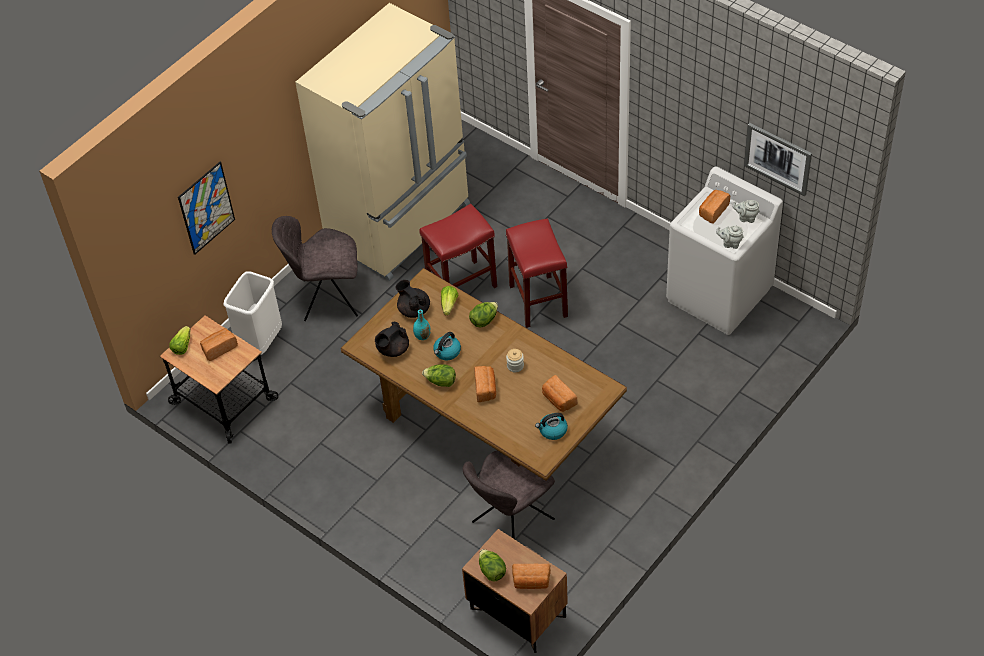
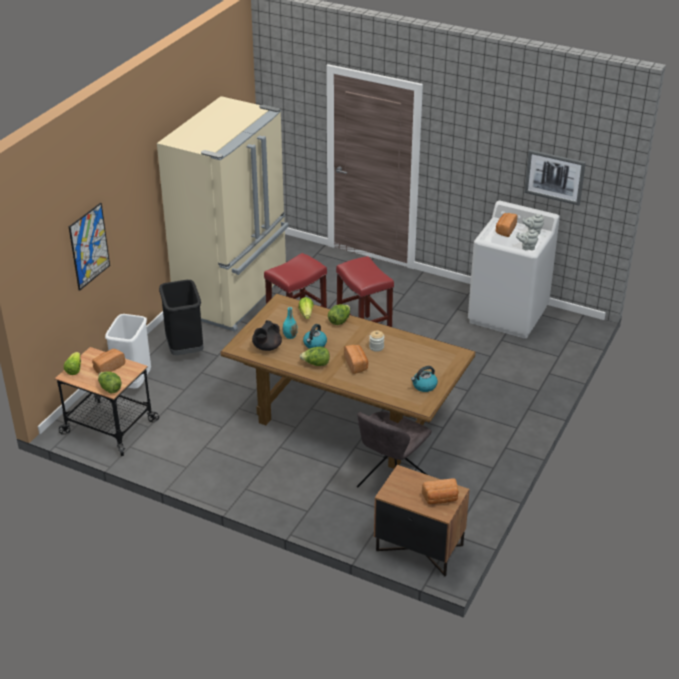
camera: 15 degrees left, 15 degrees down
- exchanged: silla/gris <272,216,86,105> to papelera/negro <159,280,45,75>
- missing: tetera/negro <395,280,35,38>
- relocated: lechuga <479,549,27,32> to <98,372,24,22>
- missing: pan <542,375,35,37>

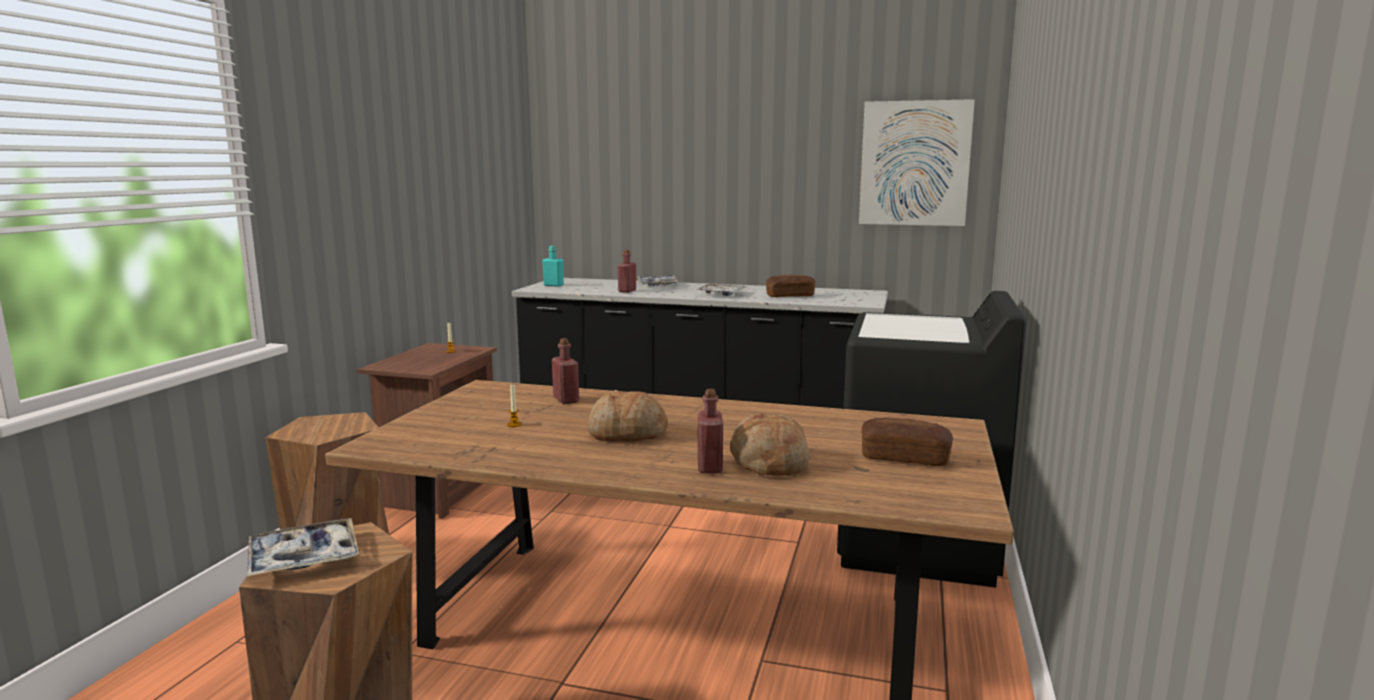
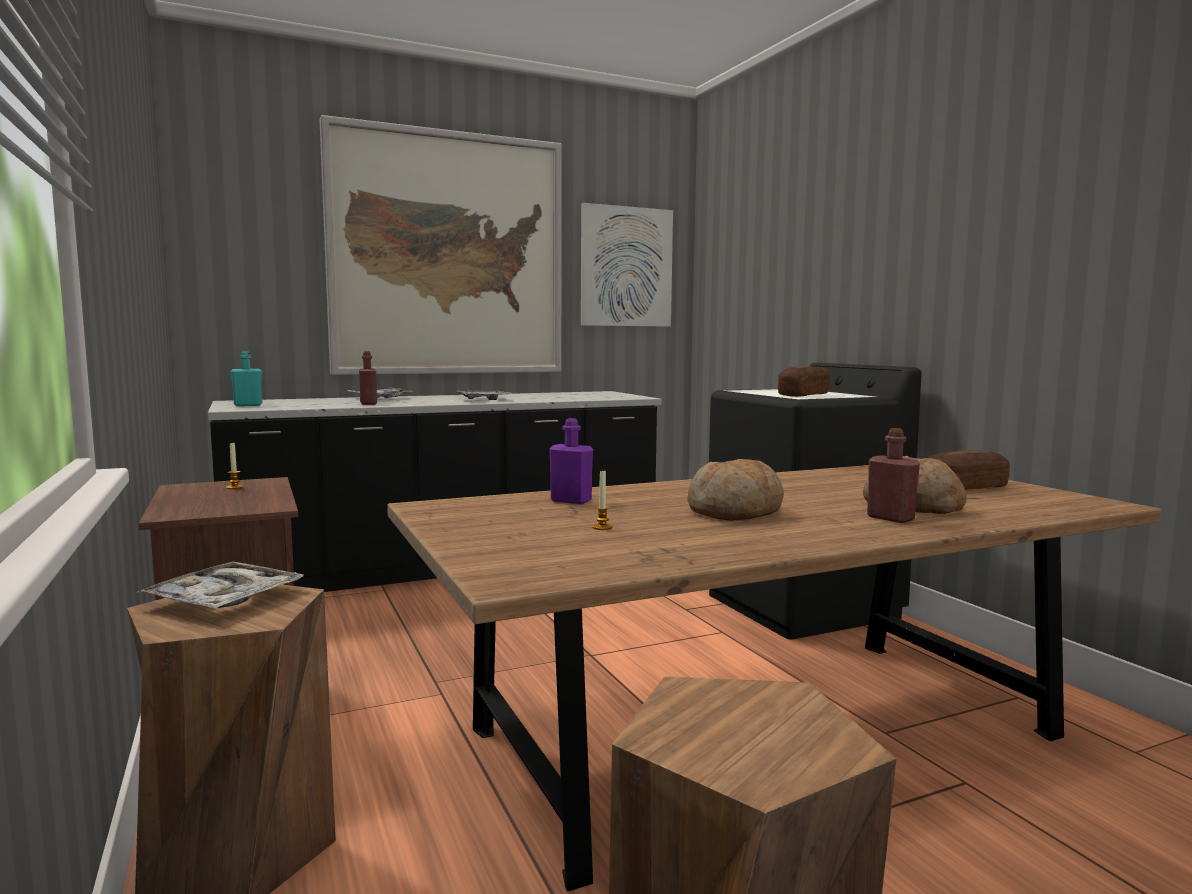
camera: 40 degrees left, 5 degrees down
- relocated: bandeja <247,518,112,59> to <136,561,168,48>
- colour: botella/rojo <552,338,27,66> to botella/morado <549,418,44,86>
- relocated: pan <766,275,49,22> to <778,366,53,31>
- appeared: cuadro <319,115,242,260>

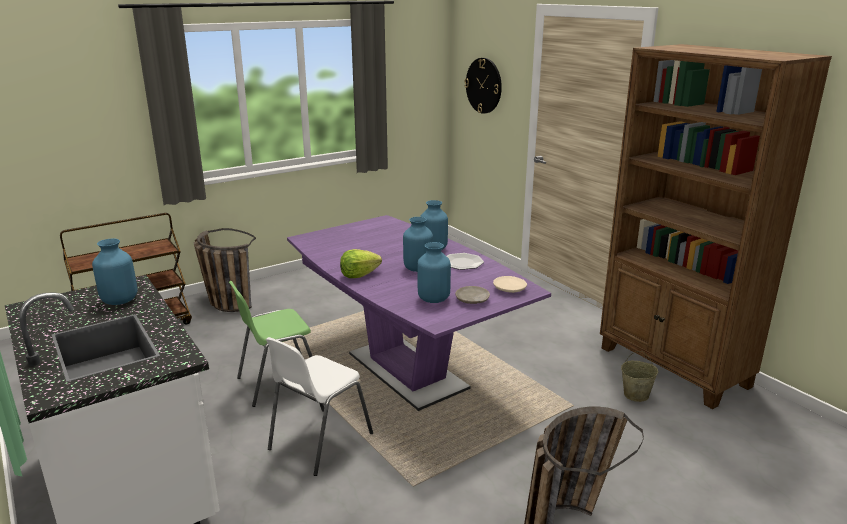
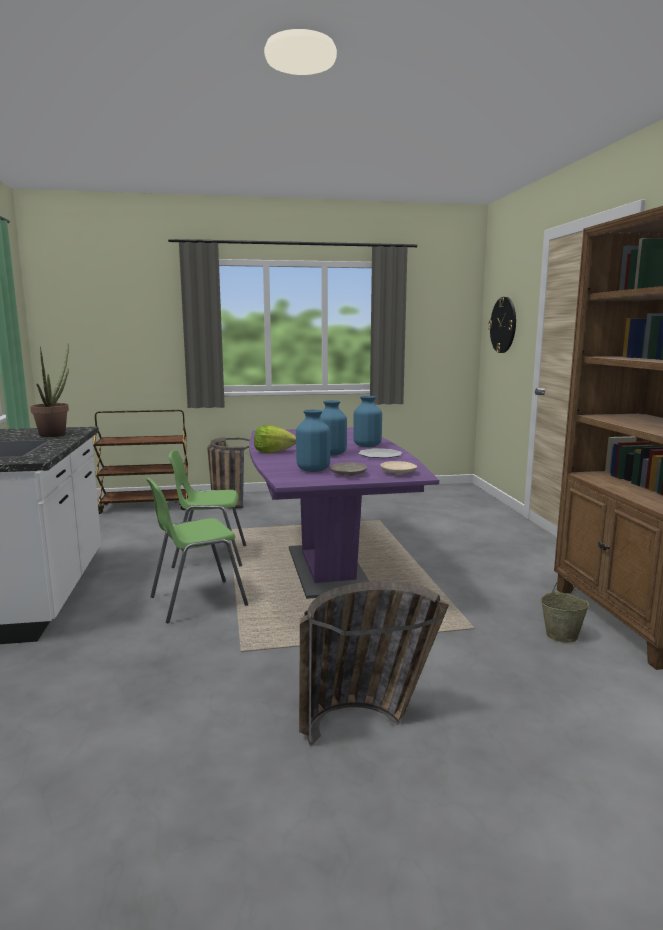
camera: 25 degrees right, 10 degrees down
- exchanged: florero/azul <92,238,46,67> to planta en maceta <30,343,39,94>
- colour: silla/blanco <266,337,107,139> to silla/verde <146,478,102,145>

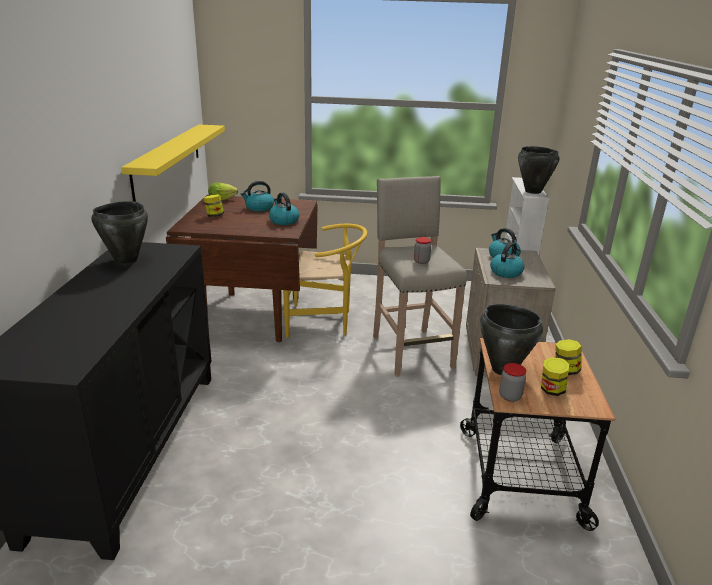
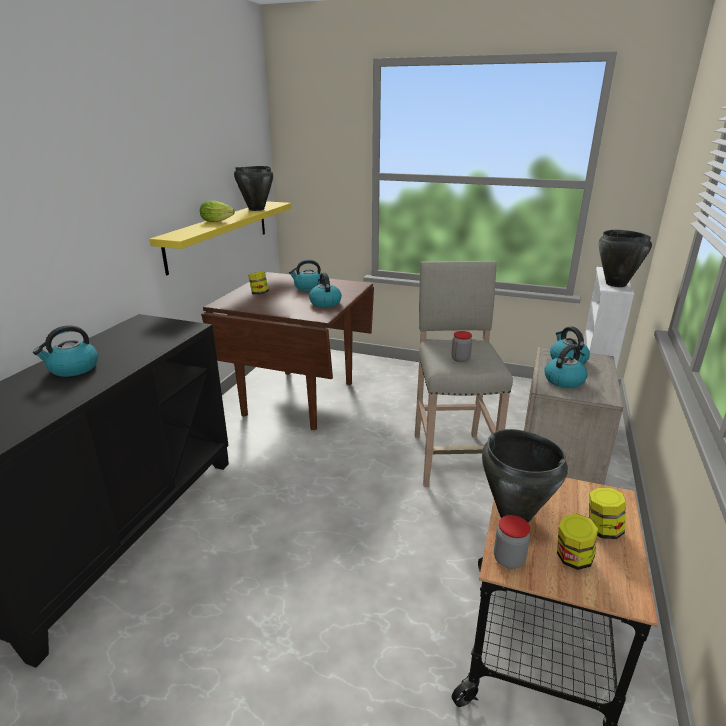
camera: 15 degrees right, 0 degrees up
- relocated: olla/negro <91,201,57,63> to <234,166,39,45>
- relocated: lechuga <208,183,30,18> to <200,200,35,22>
- missing: silla/amarillo <283,224,84,114>
- appeared: hervidor <33,325,65,52>

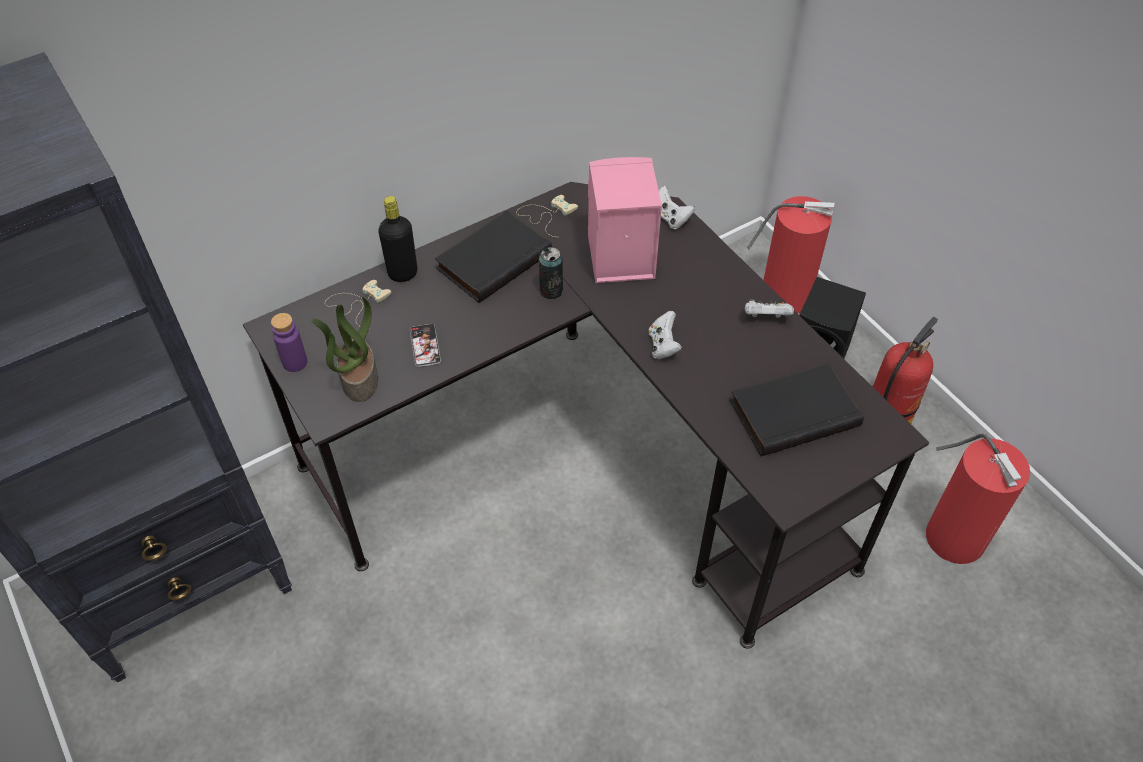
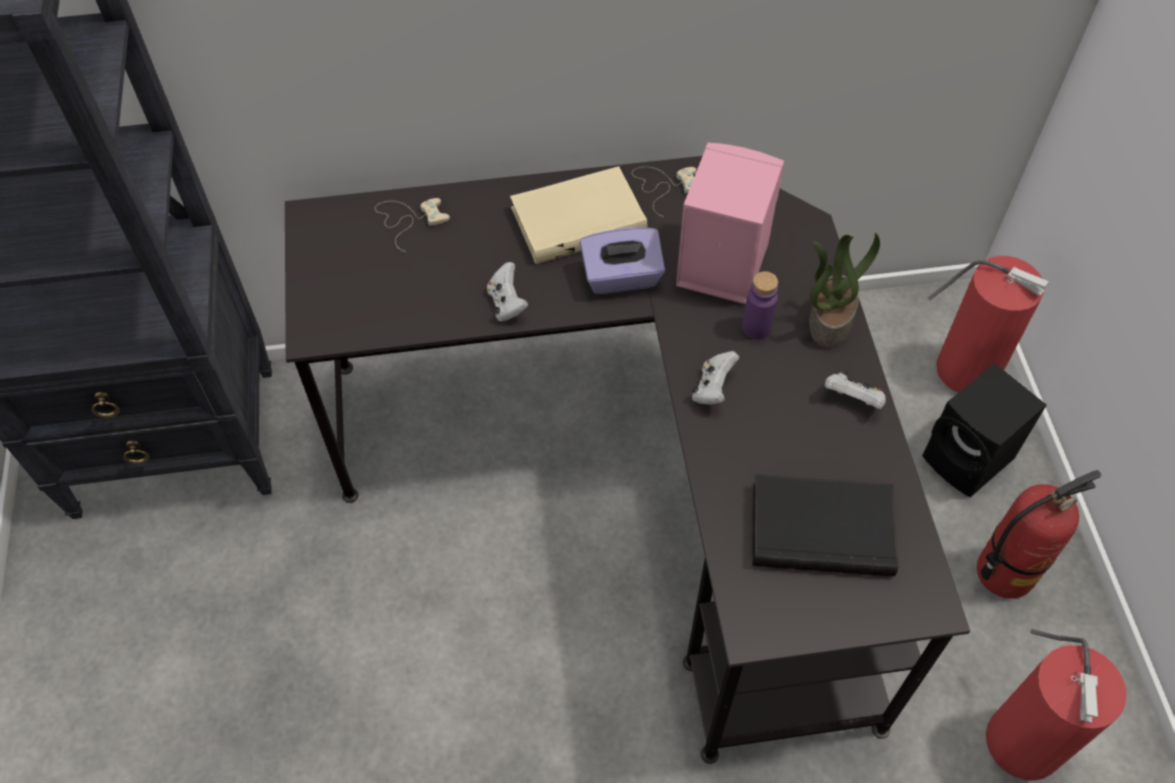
camera: 25 degrees right, 5 degrees up
- relocated: botella/morado <271,313,36,59> to <742,271,36,68>
- relocated: planta en maceta <311,296,67,106> to <809,233,71,115>
- missing: botella/negro <378,196,39,86>
- missing: móvil <410,324,31,43>
- colour: libro/negro <435,210,117,93> to libro/beis <510,166,137,98>
- exchanged: lata <539,247,24,52> to caja de pañuelos/morado <580,227,85,67>
- relocated: mando de consola/blanco <659,186,36,43> to <487,262,41,59>

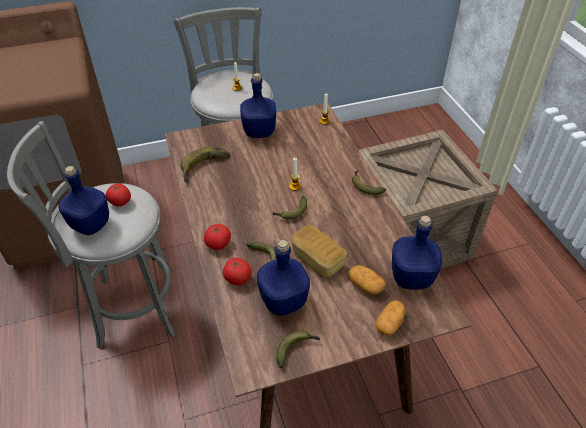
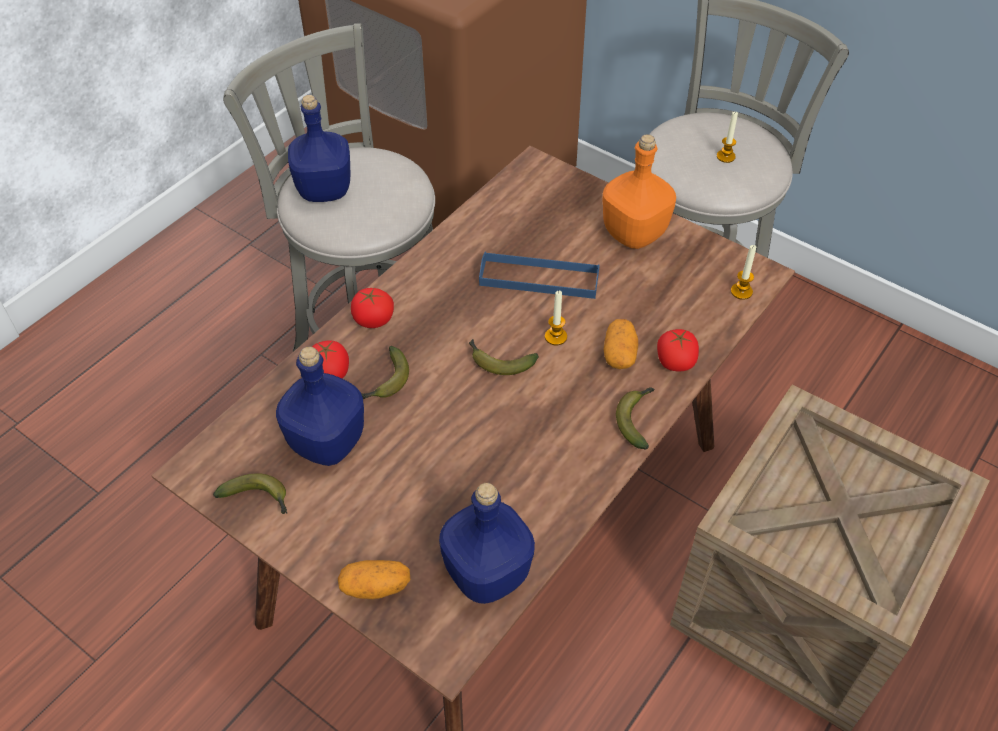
camera: 55 degrees right, 5 degrees up
- relocated: tomate <106,183,25,23> to <657,329,42,43>
- missing: plátano <180,147,50,36>
- colour: botella/azul <240,73,36,65> to botella/naranja <602,134,74,115>
- missing: pan <291,225,56,52>
- relocated: patata <348,265,38,29> to <603,319,35,50>
- appeared: bandeja/azul <479,252,121,47>

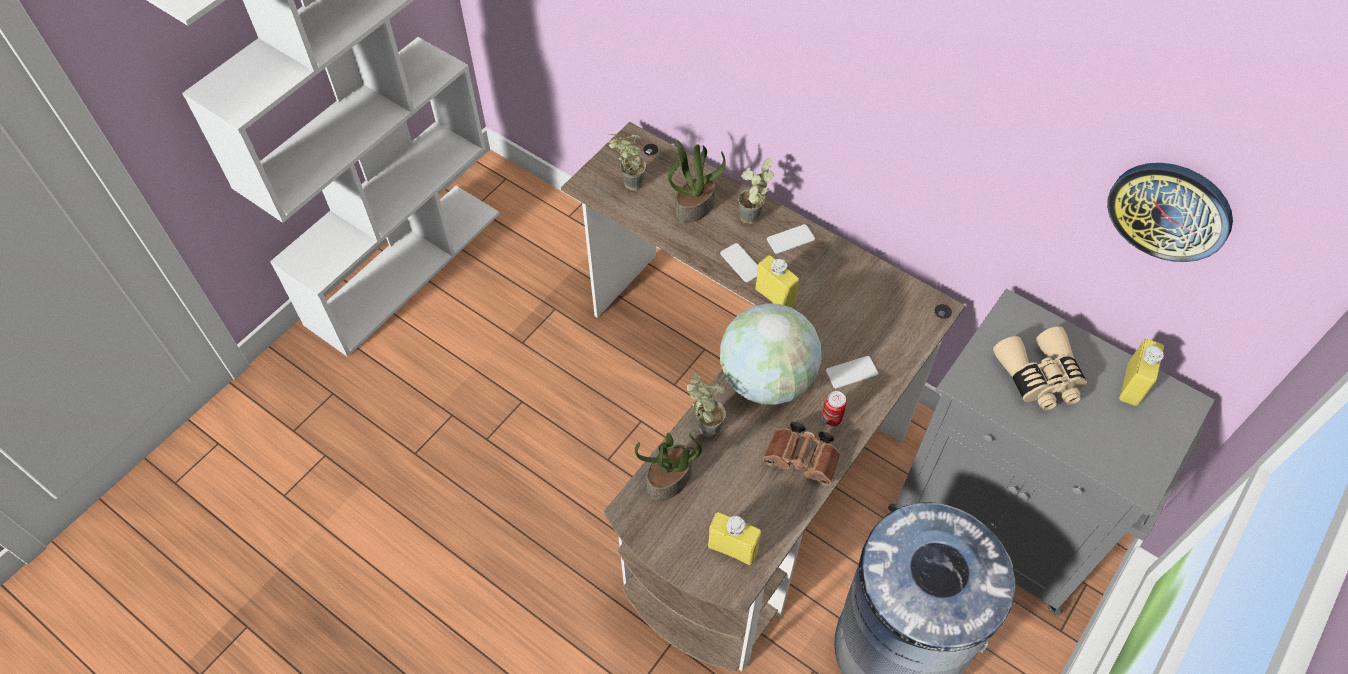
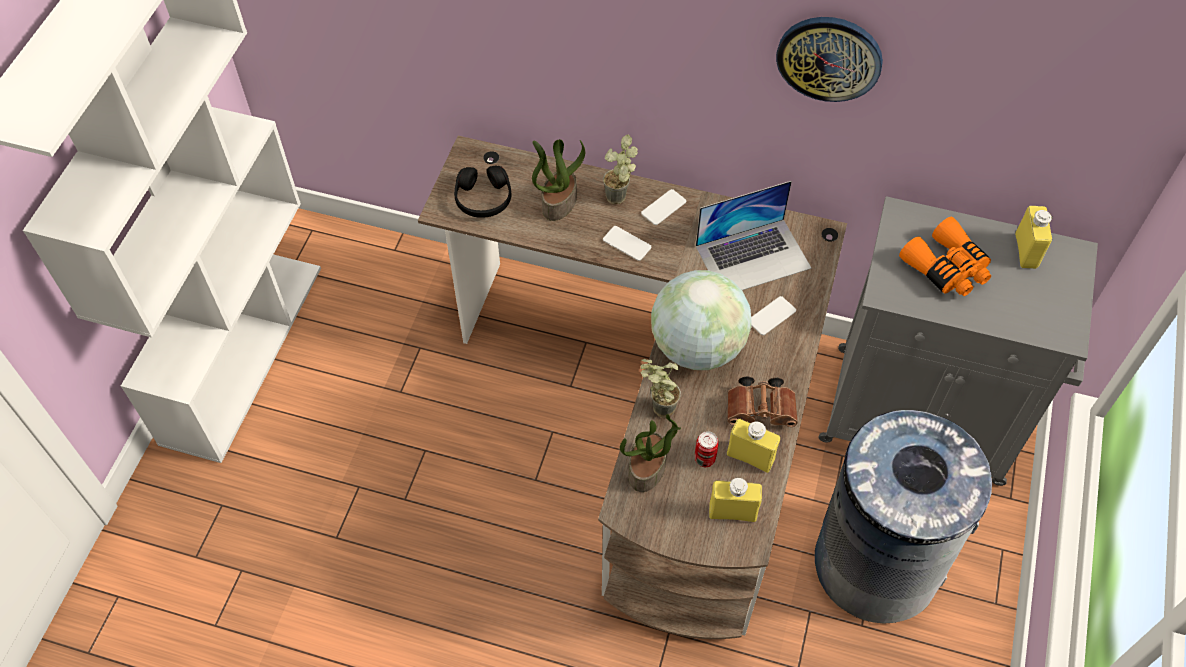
camera: 20 degrees left, 0 degrees up
- exchanged: planta en maceta <608,134,38,57> to auriculares/negro <454,165,58,53>
- relocated: botella/amarillo <755,255,44,53> to <727,419,53,54>
- relocated: lata <822,391,25,36> to <695,431,24,36>
- colour: prismáticos/beis <993,326,94,84> to prismáticos/naranja <899,217,92,79>
- relocated: reloj de pared <1107,163,126,99> to <776,17,107,85>
- appeared: portátil <696,181,116,109>

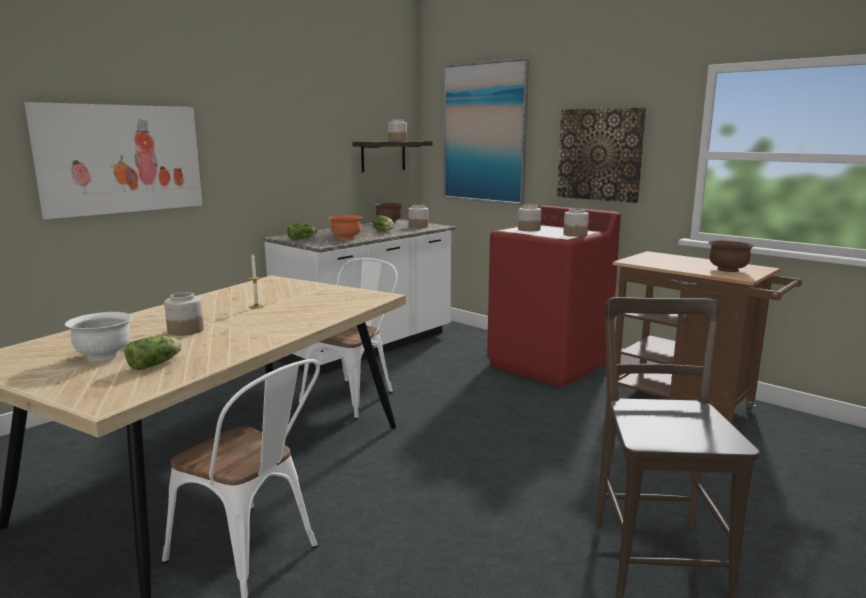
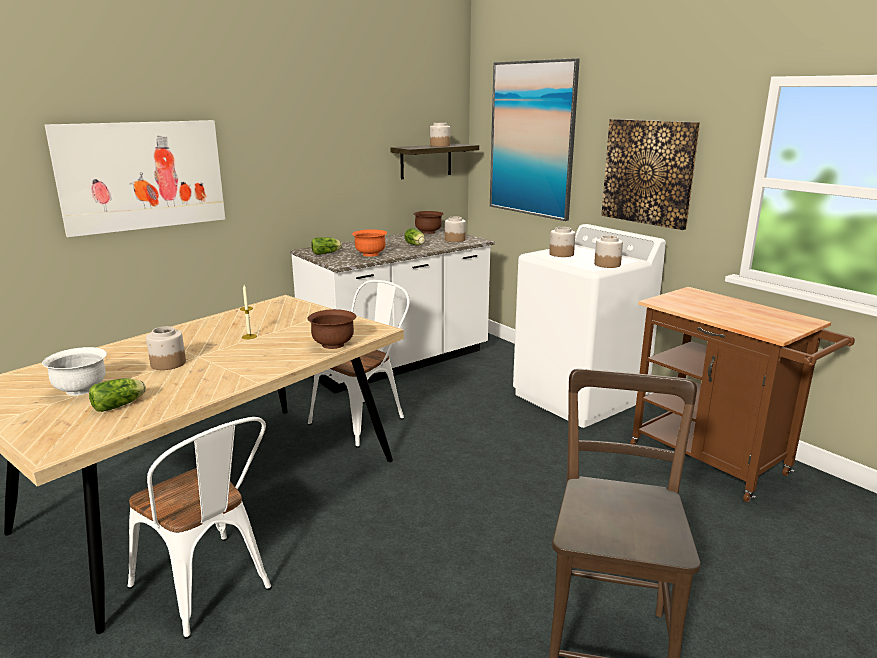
camera: 10 degrees right, 5 degrees up
- colour: lavadora/rojo <487,205,134,183> to lavadora/blanco <513,224,153,204>
- relocated: cuenco/marrón <709,241,46,31> to <307,309,49,40>

